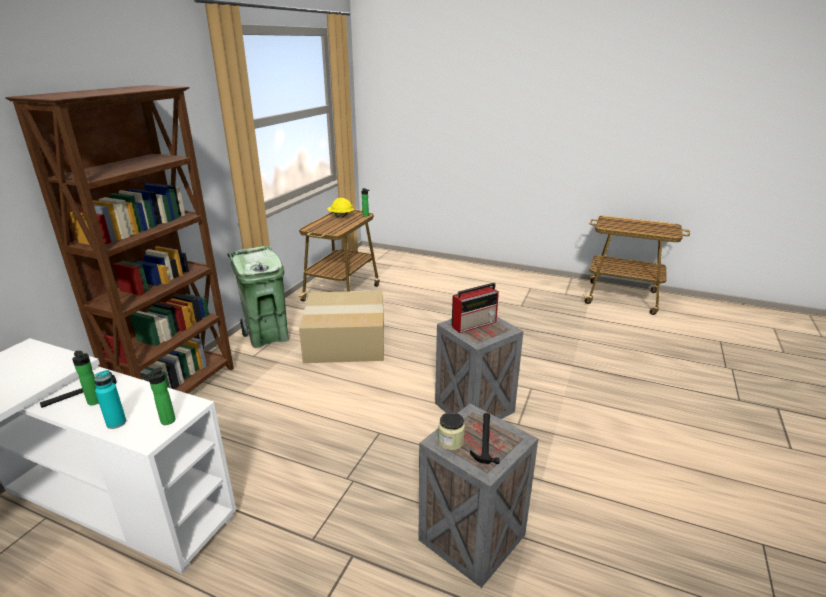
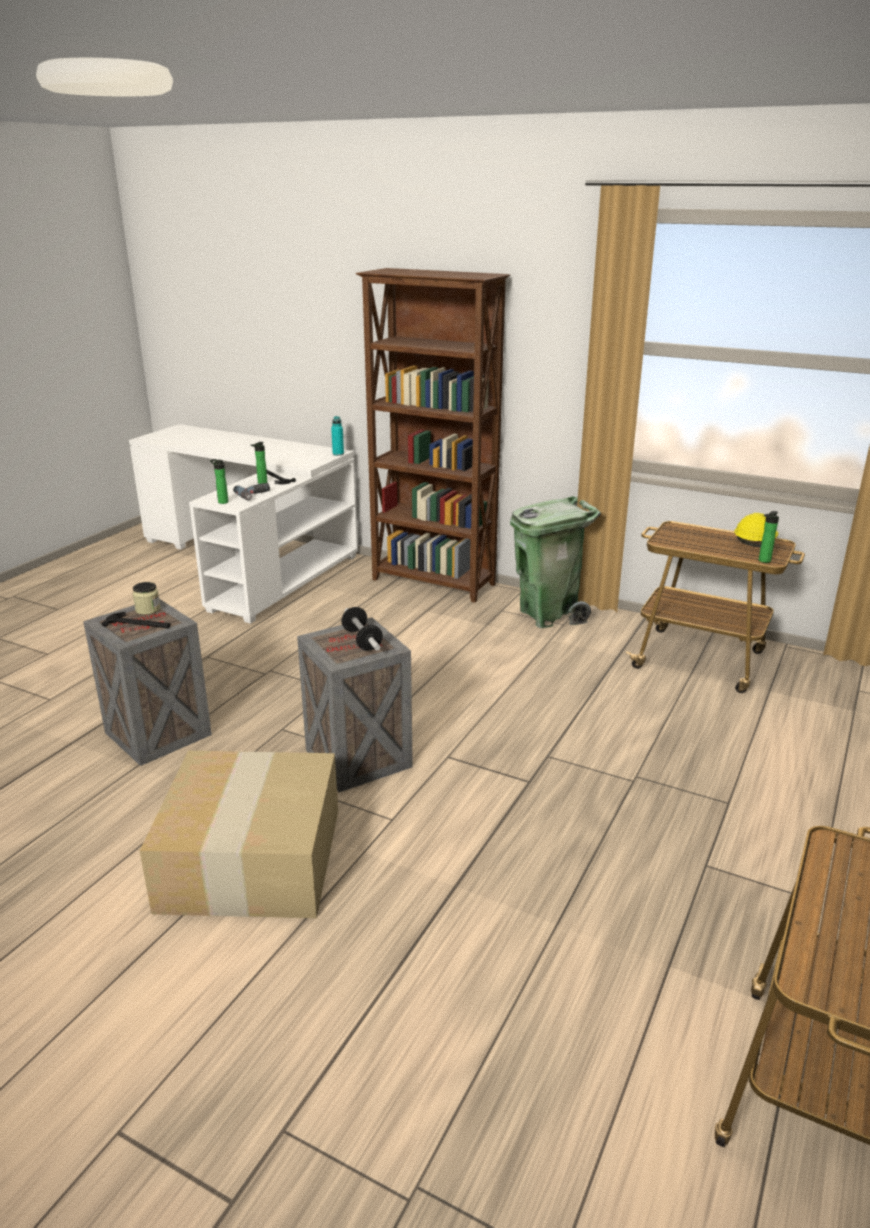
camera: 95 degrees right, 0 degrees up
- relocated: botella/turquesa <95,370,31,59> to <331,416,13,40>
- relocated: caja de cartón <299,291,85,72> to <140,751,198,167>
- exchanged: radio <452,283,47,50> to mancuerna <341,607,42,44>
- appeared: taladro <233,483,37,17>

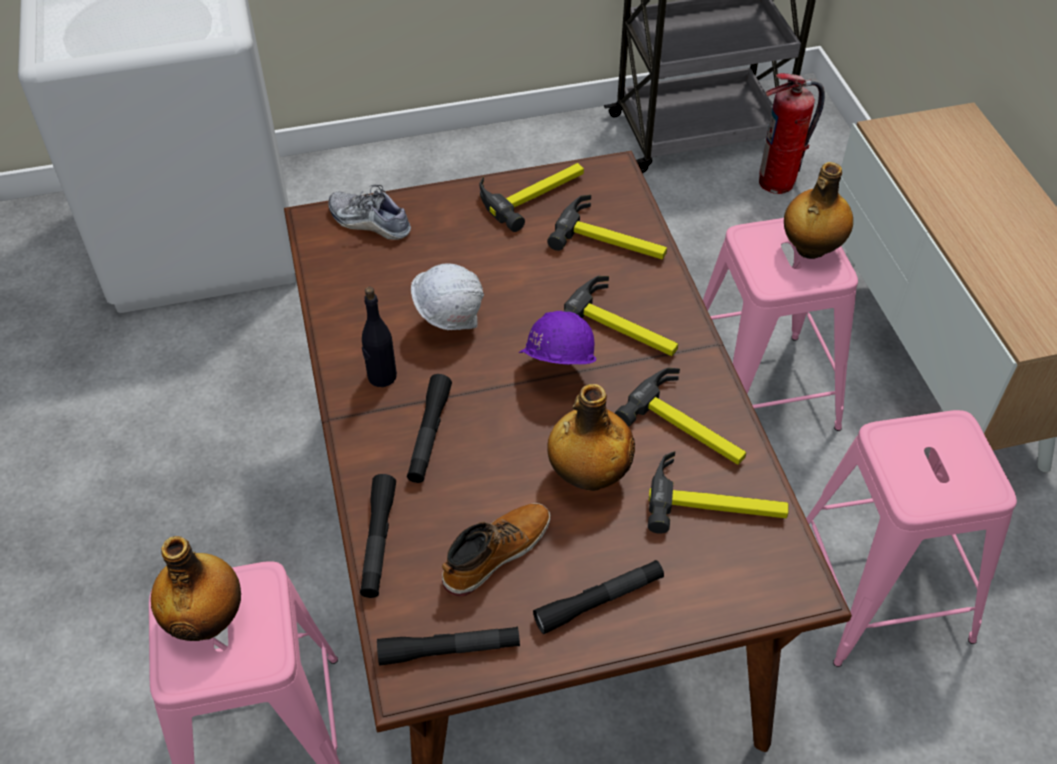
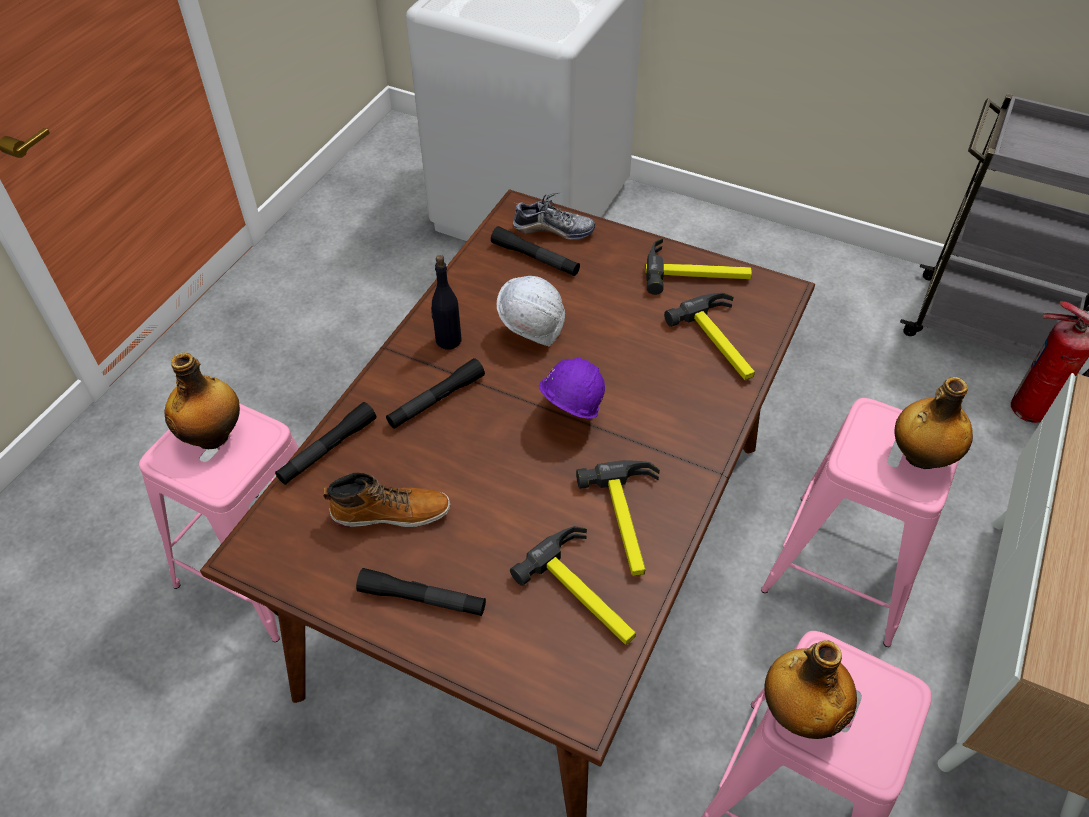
camera: 40 degrees right, 0 degrees up
- spun: zapato <328,185,83,55> = <513,193,82,47> 120 degrees clockwise
- relocated: linterna/negro <377,626,143,40> to <491,226,89,50>
- relocated: botella <547,384,88,107> to <764,640,93,99>
- missing: martillo <564,276,114,80>

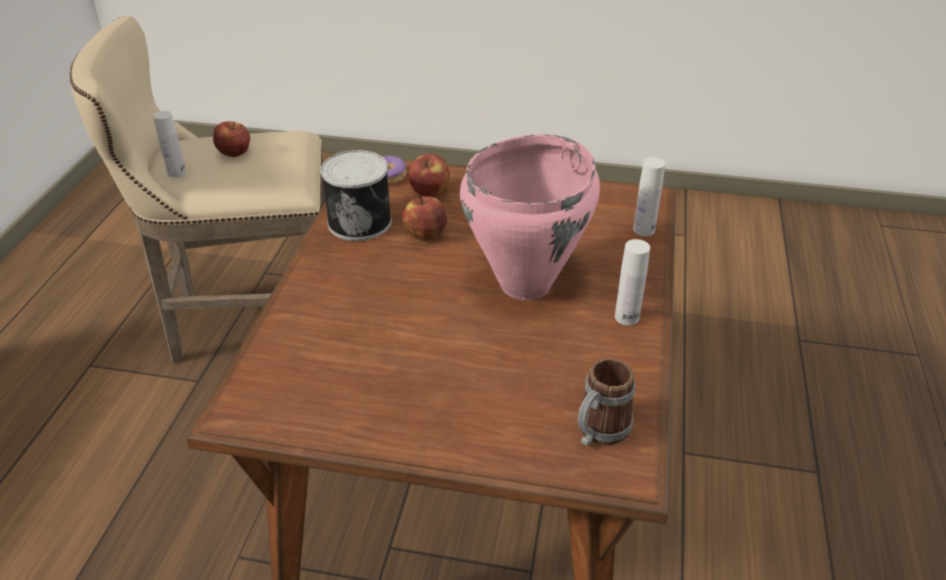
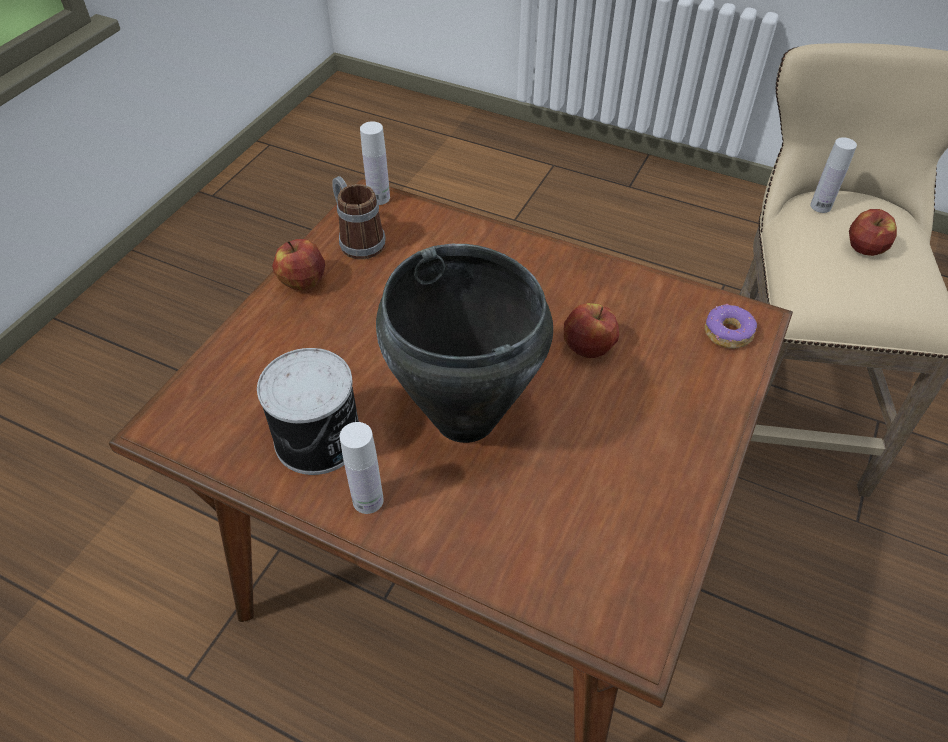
camera: 105 degrees right, 10 degrees up
- relocated: lata <321,150,71,91> to <257,348,102,127>
- relocated: manzana <409,153,41,44> to <272,239,53,51>
- colour: olla/rosa <460,134,140,166> to olla/negro <376,244,177,199>
- relocated: taza grande <578,358,57,88> to <332,176,53,84>
- relocated: botella/blanco <633,157,32,79> to <360,121,30,84>

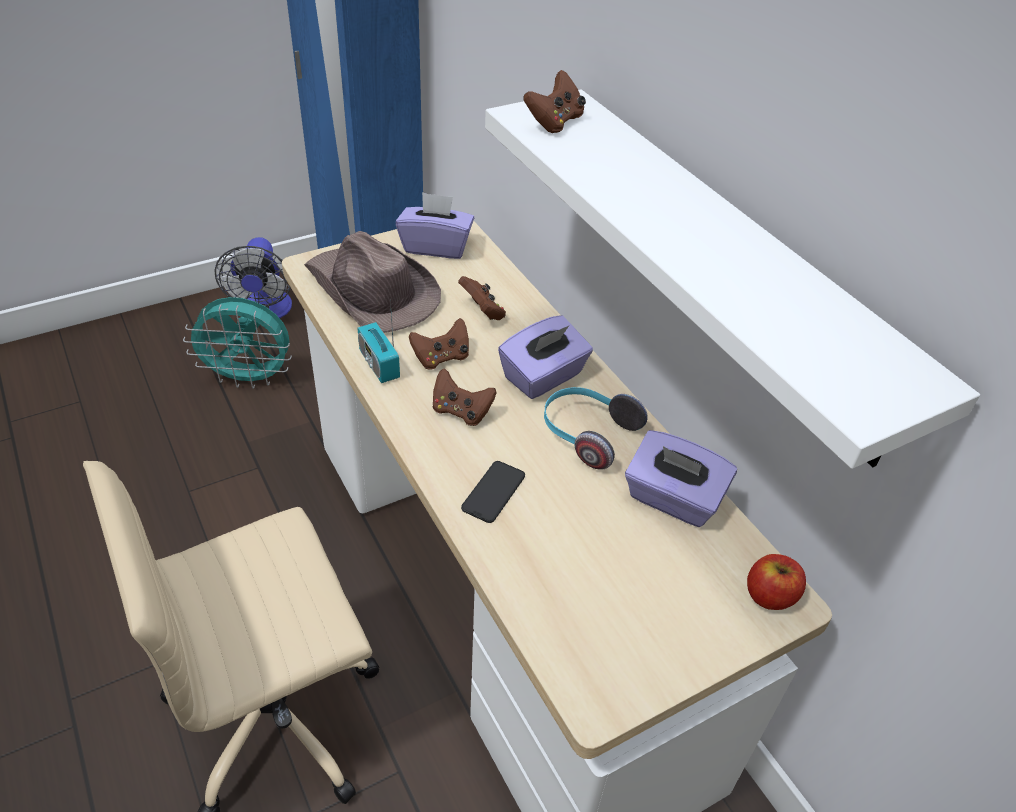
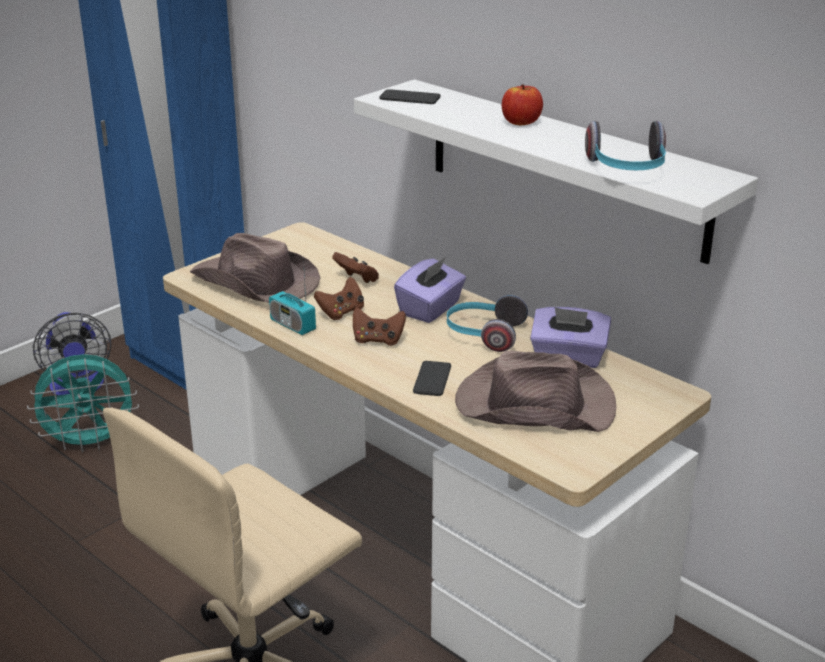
camera: 15 degrees left, 15 degrees down
- missing: caja de pañuelos/morado <396,192,78,67>
- exchanged: mando de consola/marrón <523,70,63,63> to móvil <379,89,62,15>
- relocated: manzana <747,554,59,56> to <502,84,41,41>
- appeared: sombrero/marrón <455,351,161,81>
- appeared: auriculares <585,121,81,49>

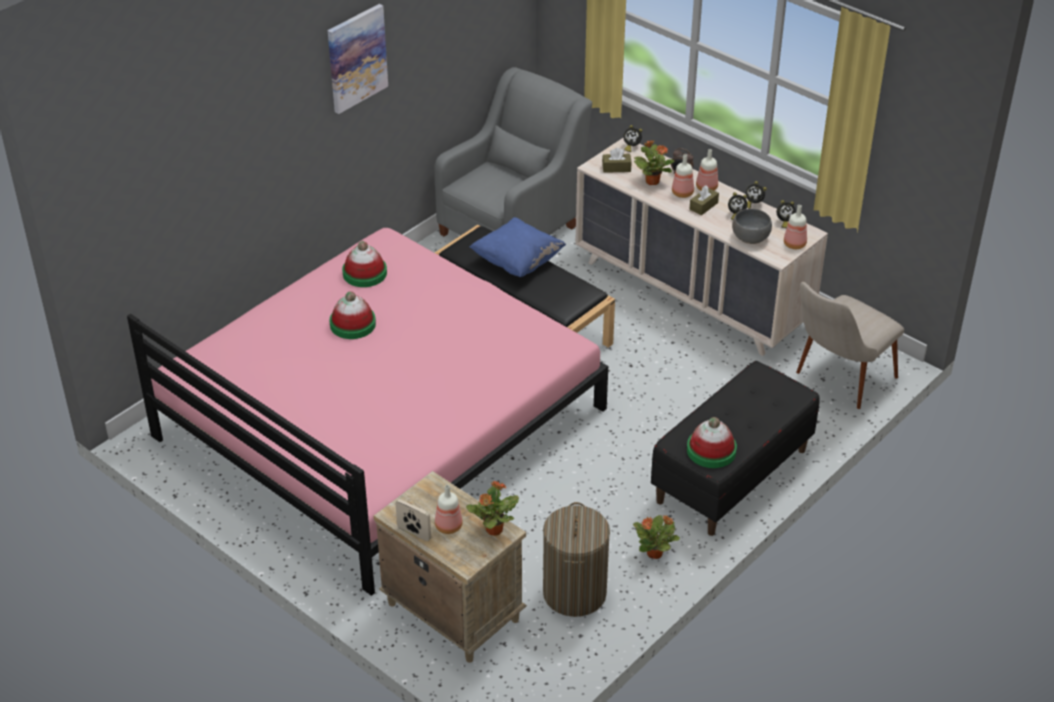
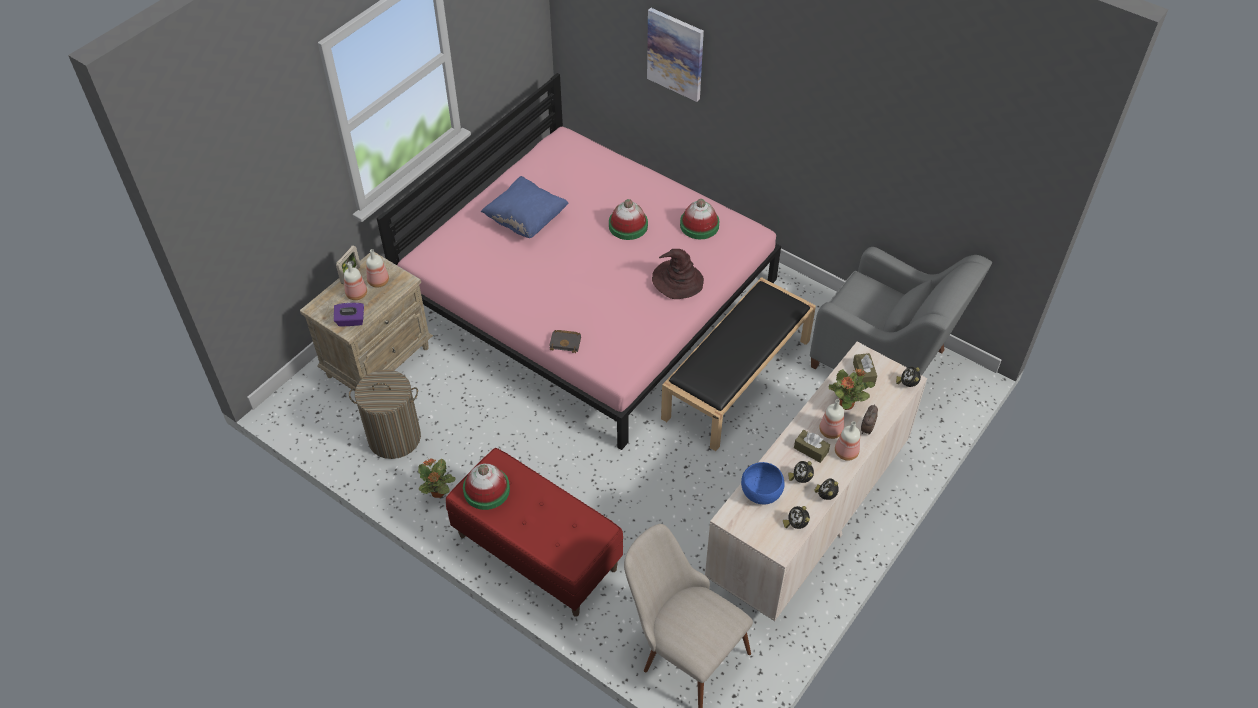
camera: 85 degrees right, 10 degrees up
- relocated: cuadro <328,4,60,110> to <647,8,57,94>
- exchanged: planta en maceta <466,481,53,55> to caja de pañuelos/morado <334,303,30,24>
- relocated: cojín/azul <470,217,96,60> to <481,176,88,62>
- colour: banco/negro <651,361,169,175> to banco/rojo <446,448,177,169>
- colour: cuenco/gris <732,209,40,35> to cuenco/azul <741,462,43,42>
- relocated: botella <784,205,23,44> to <366,249,23,39>
- appeared: libro/negro <549,330,32,23>
- appeared: sombrero/marrón <652,249,52,50>

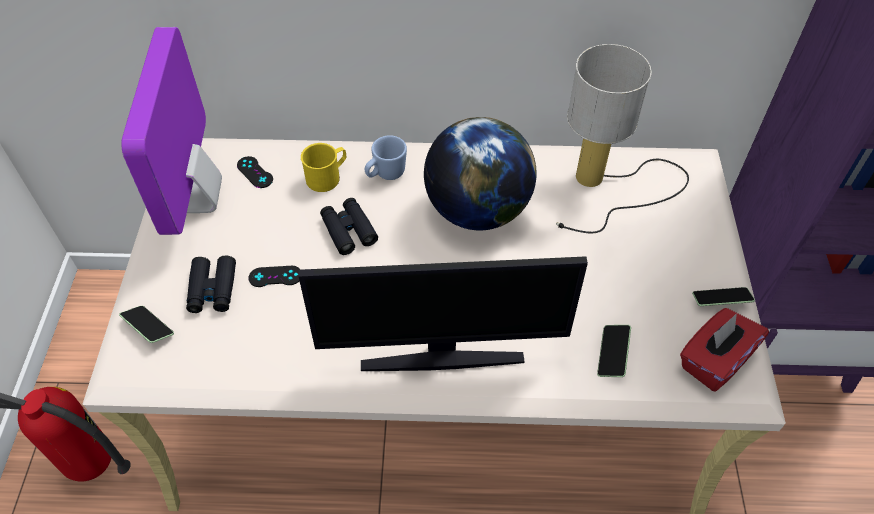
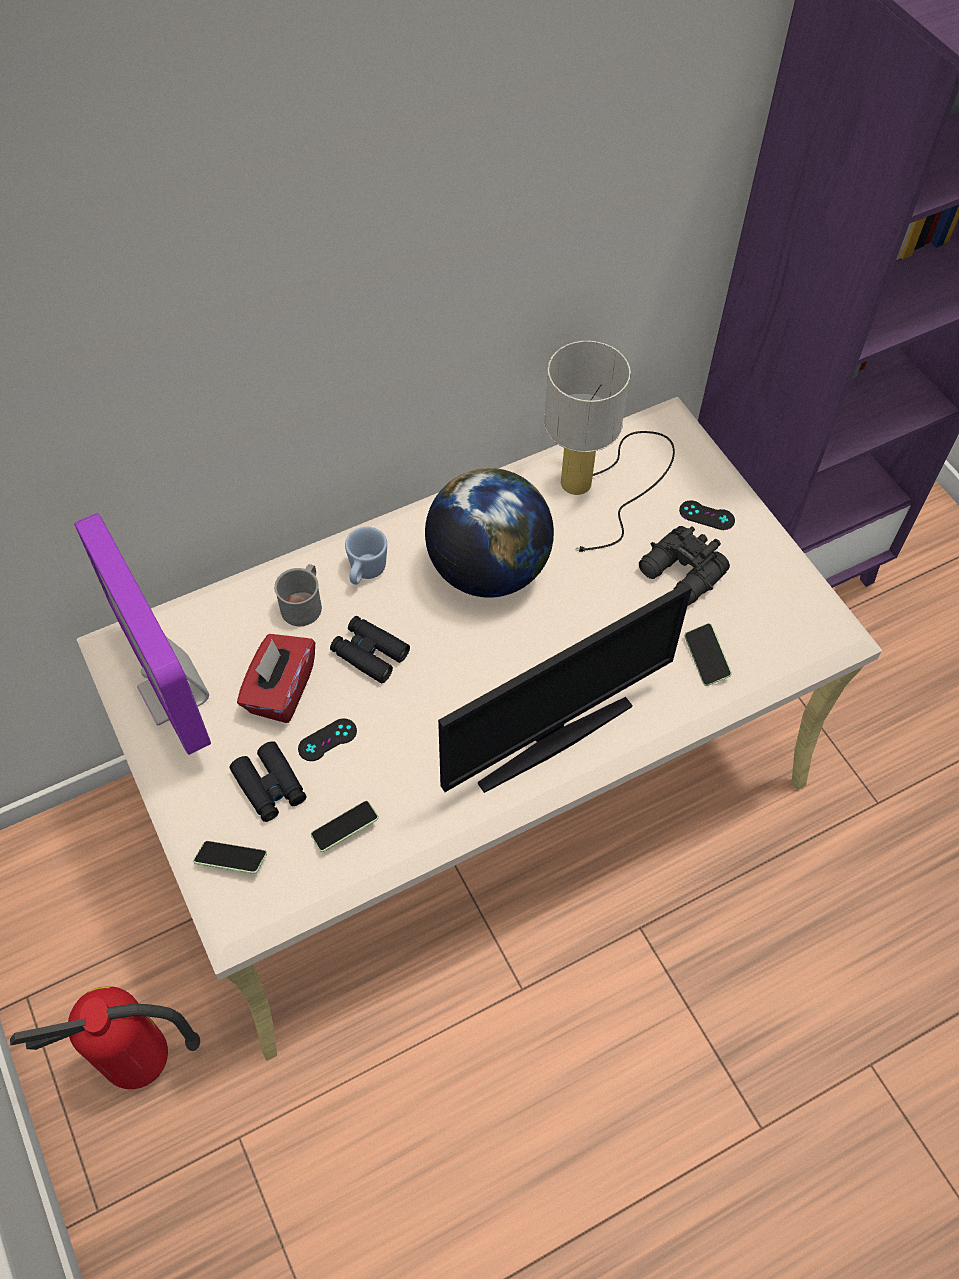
camera: 30 degrees left, 5 degrees up
- relocated: mando de consola/negro <237,156,36,32> to <679,500,56,30>
- colour: taza grande/amarillo <301,143,45,49> to taza grande/gris <274,564,48,62>
- relocated: caja de pañuelos/rojo <680,308,89,84> to <237,634,78,89>
- relocated: móvil <692,287,63,19> to <311,801,68,51>
- appeared: prismáticos/negro <639,526,91,79>

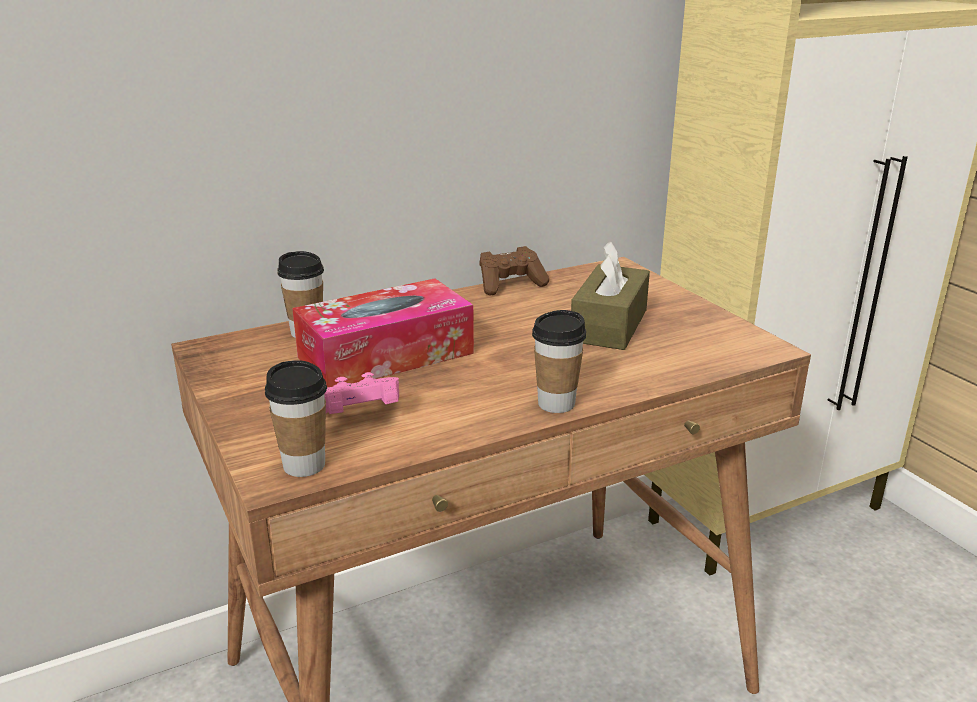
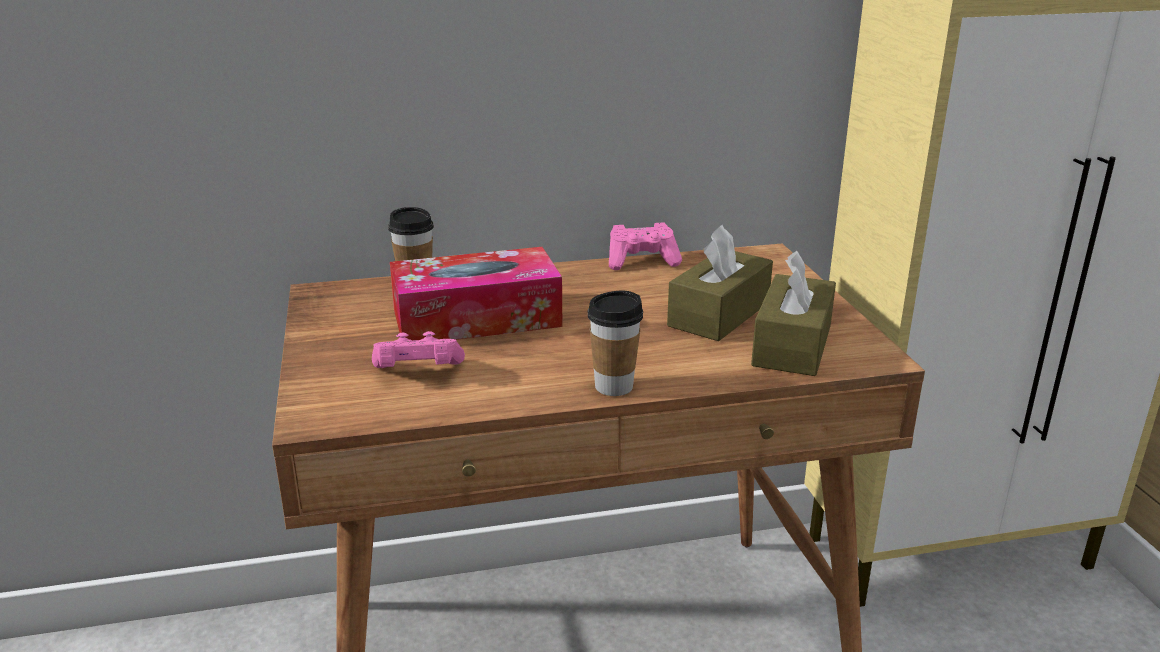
camera: 15 degrees right, 0 degrees up
- missing: taza <265,360,62,117>
- colour: mando de consola/marrón <479,246,70,49> to mando de consola/rosa <609,222,73,48>
- appeared: caja de pañuelos/marrón <751,251,85,125>

